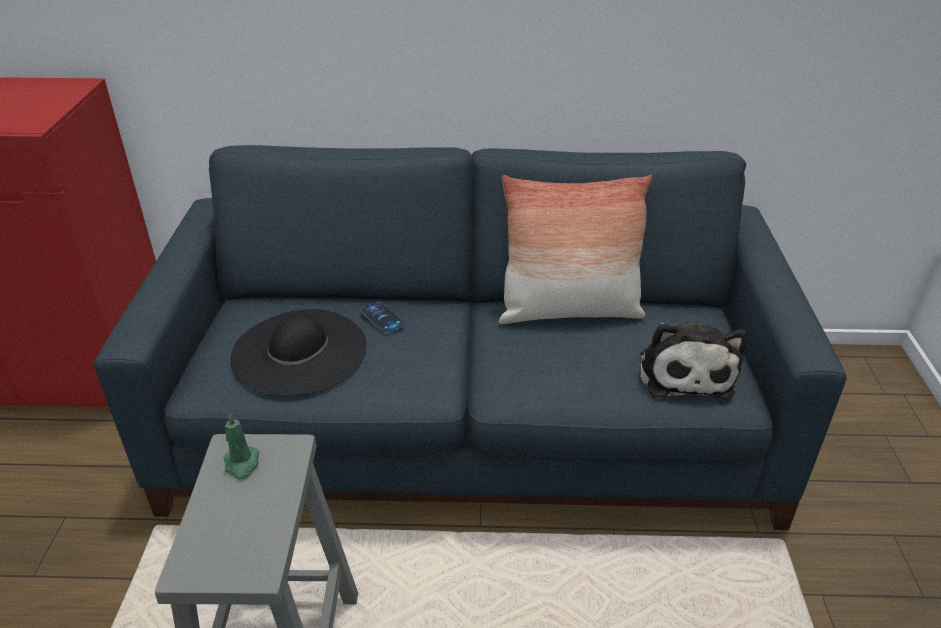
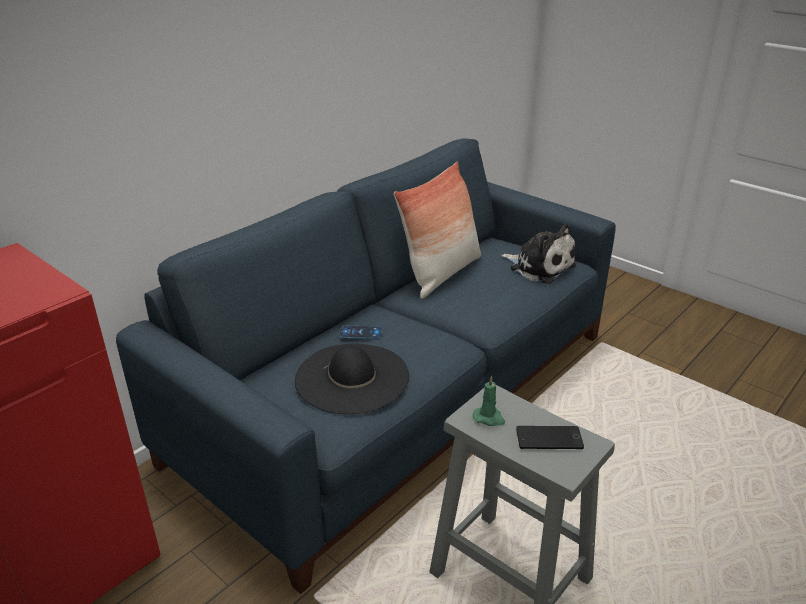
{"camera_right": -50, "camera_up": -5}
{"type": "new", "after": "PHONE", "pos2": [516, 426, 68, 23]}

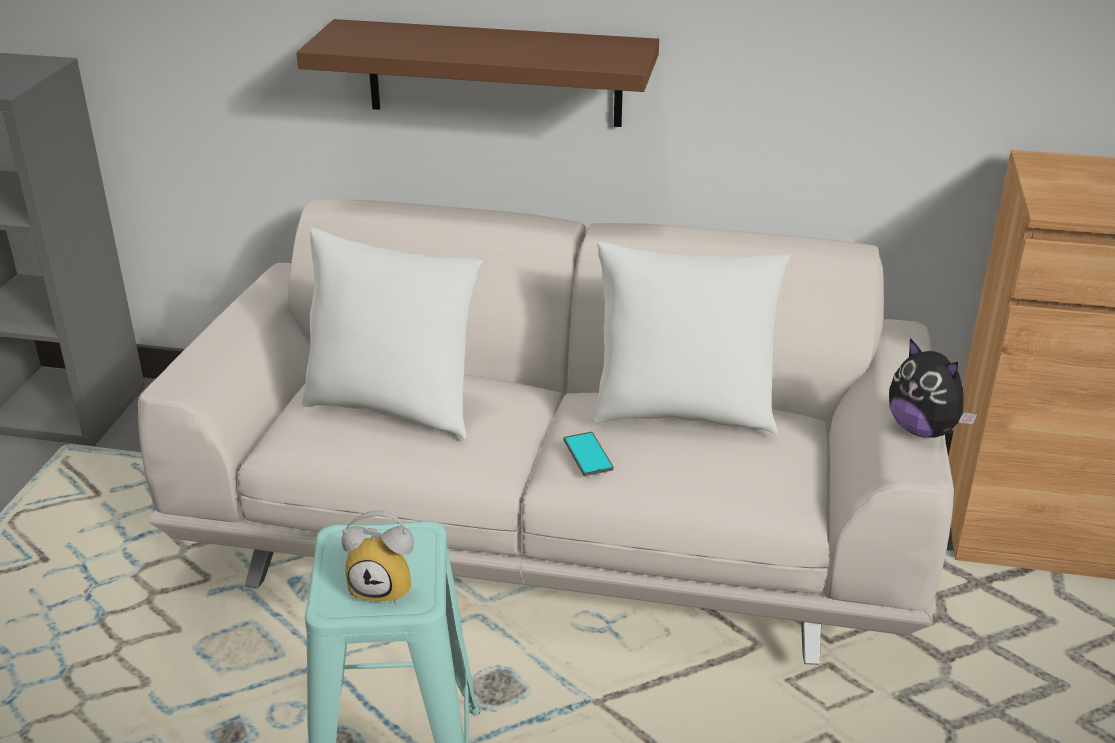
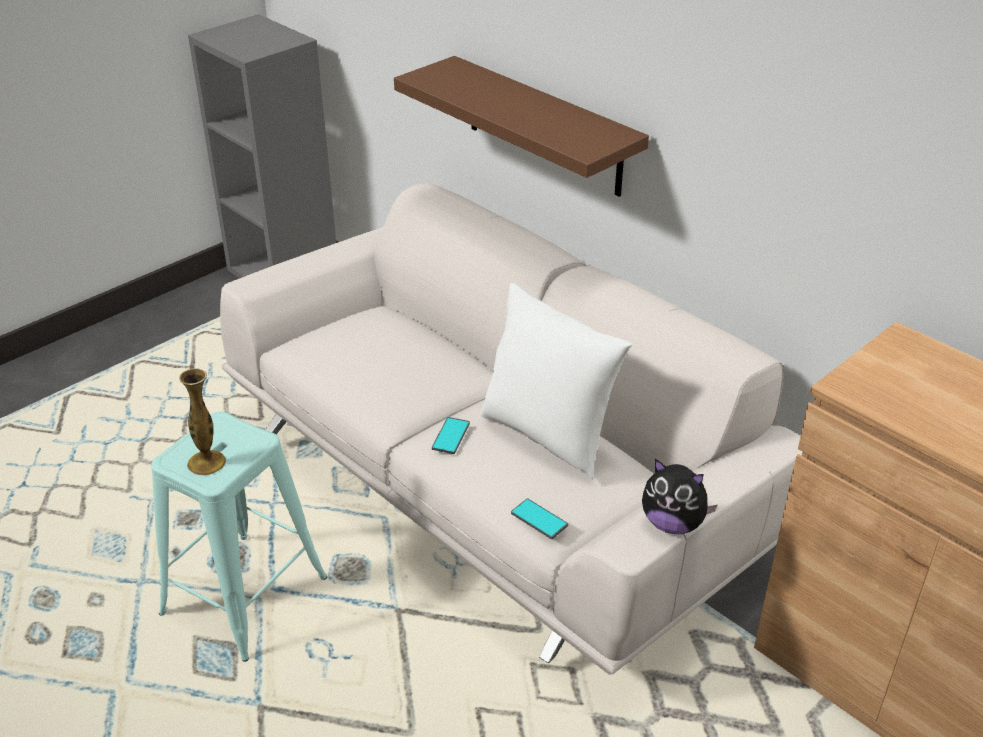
{"camera_right": 35, "camera_up": 5}
{"type": "gone", "before": "WHITE-COLOURED THROW PILLOW", "pos1": [302, 228, 181, 212]}
{"type": "new", "after": "PHONE", "pos2": [511, 498, 57, 41]}
{"type": "swapped", "before": "BEDSIDE CLOCK", "after": "FLOWER VASE", "pos1": [342, 510, 72, 94], "pos2": [179, 368, 47, 107]}
{"type": "rotated", "before": "SOFT TOY", "pos1": [889, 338, 88, 99], "pos2": [642, 459, 76, 75], "turn": -60}

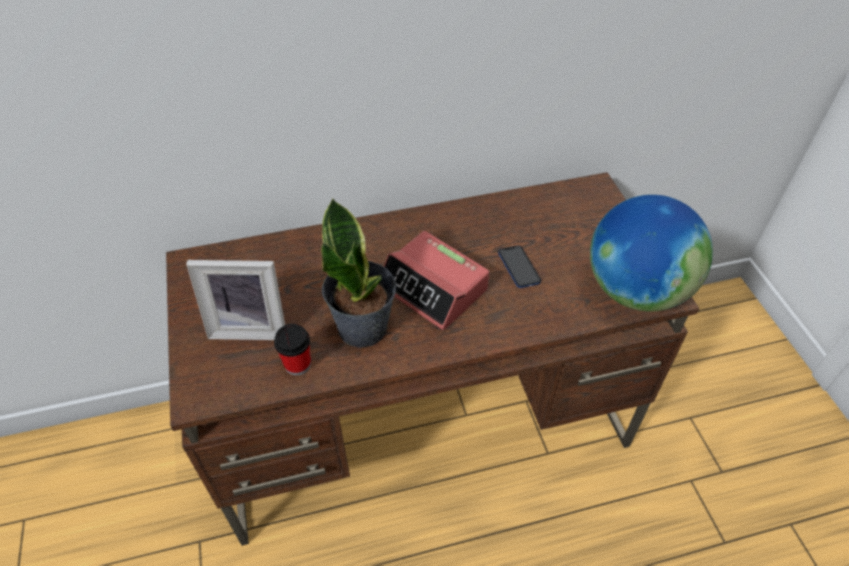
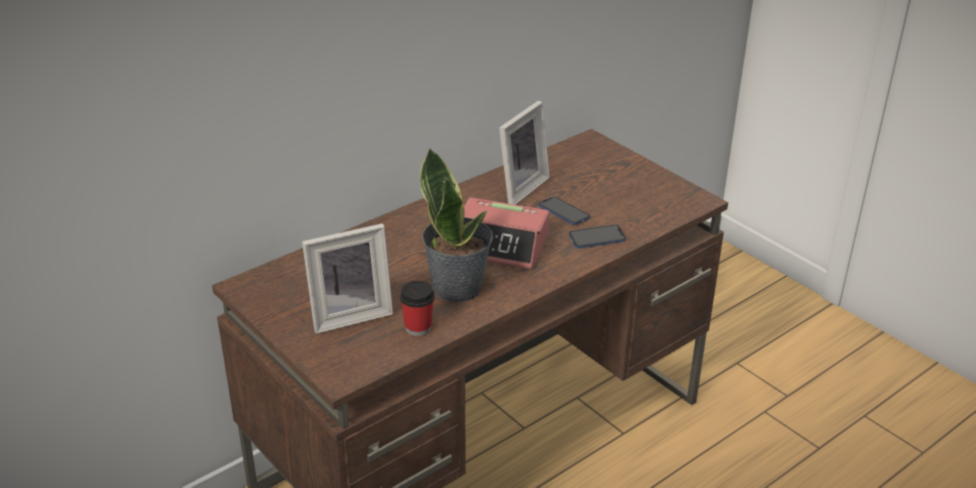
{"camera_right": -25, "camera_up": -15}
{"type": "gone", "before": "GLOBE", "pos1": [590, 195, 123, 117]}
{"type": "new", "after": "PICTURE FRAME", "pos2": [499, 101, 51, 104]}
{"type": "new", "after": "PHONE", "pos2": [569, 224, 57, 24]}

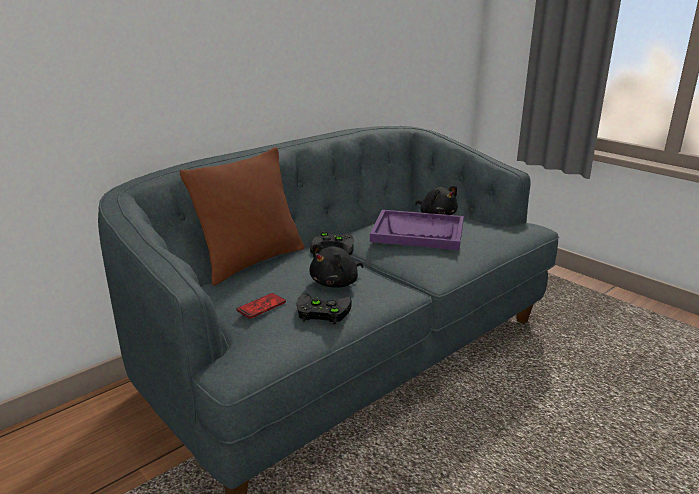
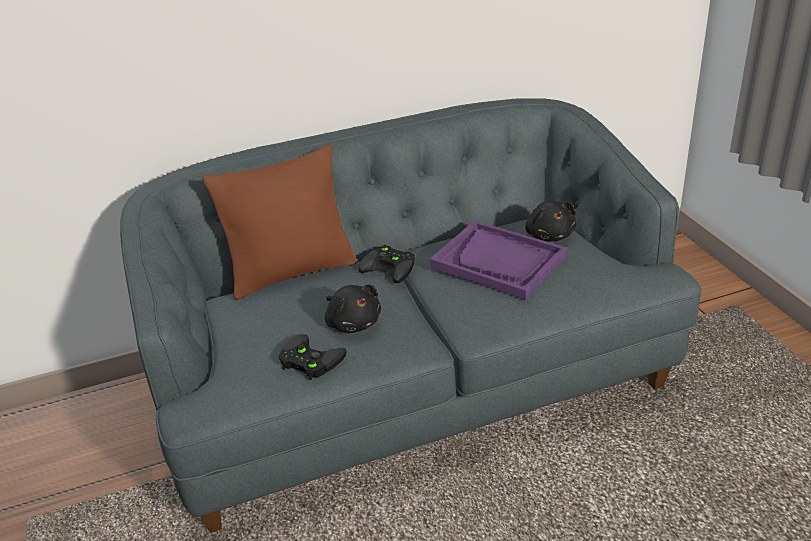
{"camera_right": 25, "camera_up": 10}
{"type": "gone", "before": "PHONE", "pos1": [236, 293, 50, 25]}
{"type": "rotated", "before": "BLACK-COLOURED SOFT TOY", "pos1": [309, 244, 54, 44], "pos2": [325, 285, 56, 48], "turn": -105}

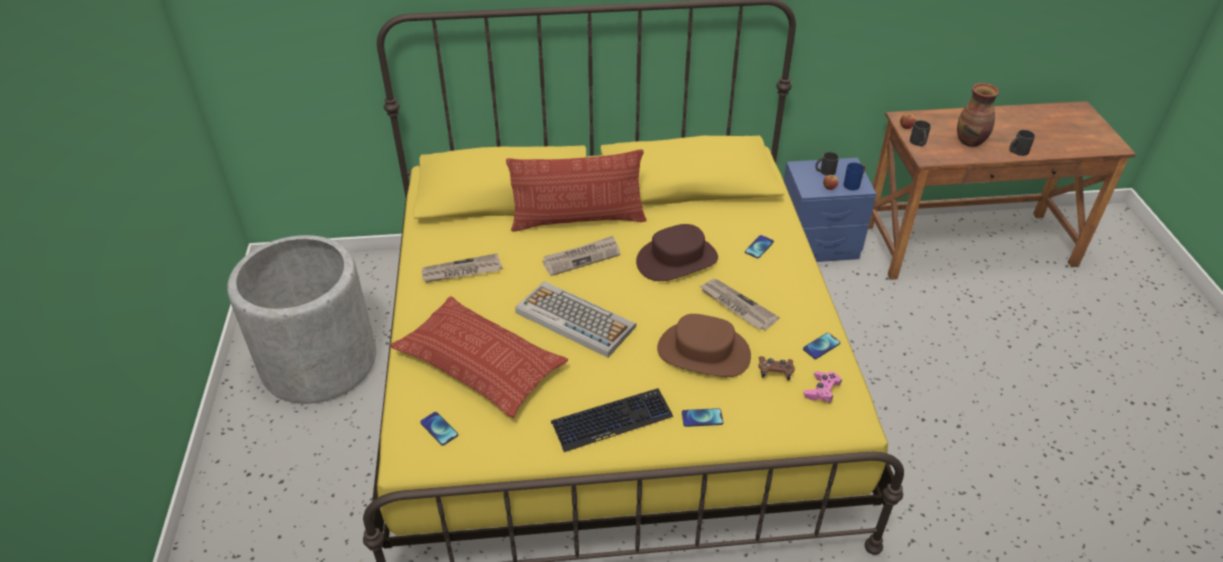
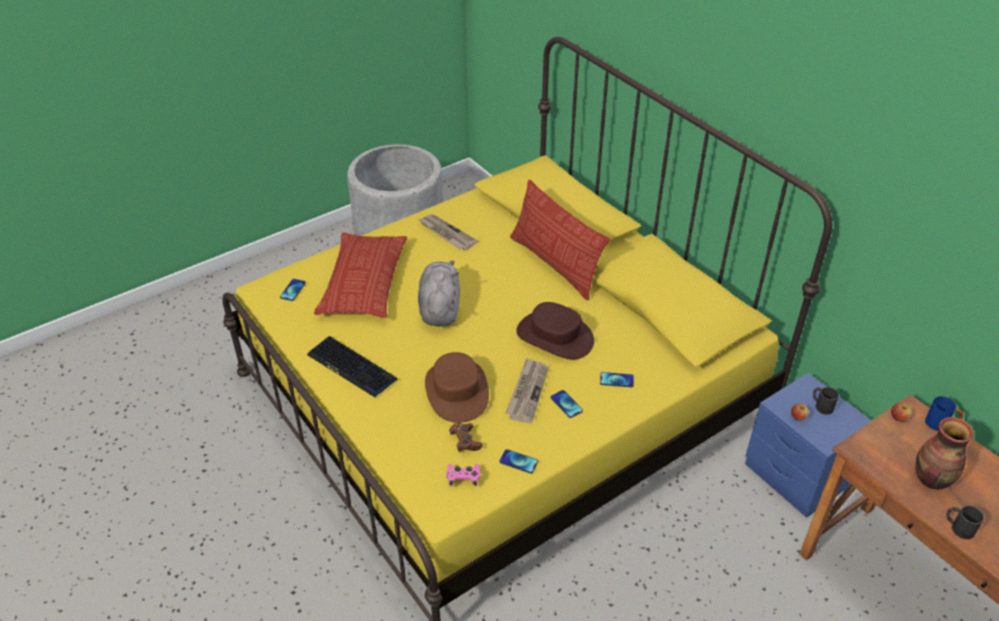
{"camera_right": 60, "camera_up": 0}
{"type": "gone", "before": "DAILY PAPER", "pos1": [542, 236, 78, 40]}
{"type": "gone", "before": "BLACK-COLOURED TEA MUG", "pos1": [910, 120, 21, 26]}
{"type": "shifted", "before": "PHONE", "pos1": [682, 408, 41, 19], "pos2": [551, 390, 32, 28]}
{"type": "shifted", "before": "BLUE TEA MUG", "pos1": [843, 163, 22, 27], "pos2": [925, 396, 38, 35]}
{"type": "swapped", "before": "KEYBOARD", "after": "GREYISH SOFT TOY", "pos1": [515, 281, 121, 77], "pos2": [418, 261, 42, 66]}

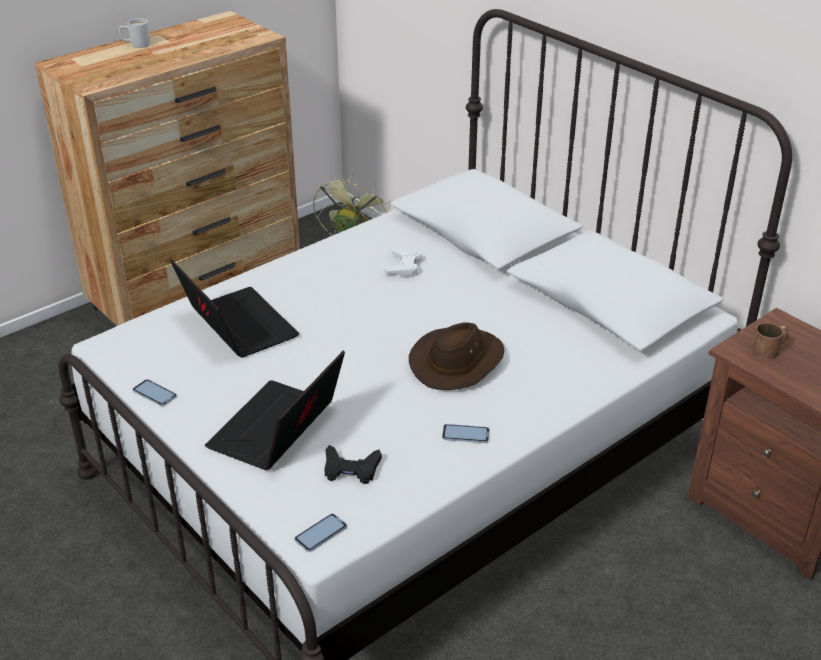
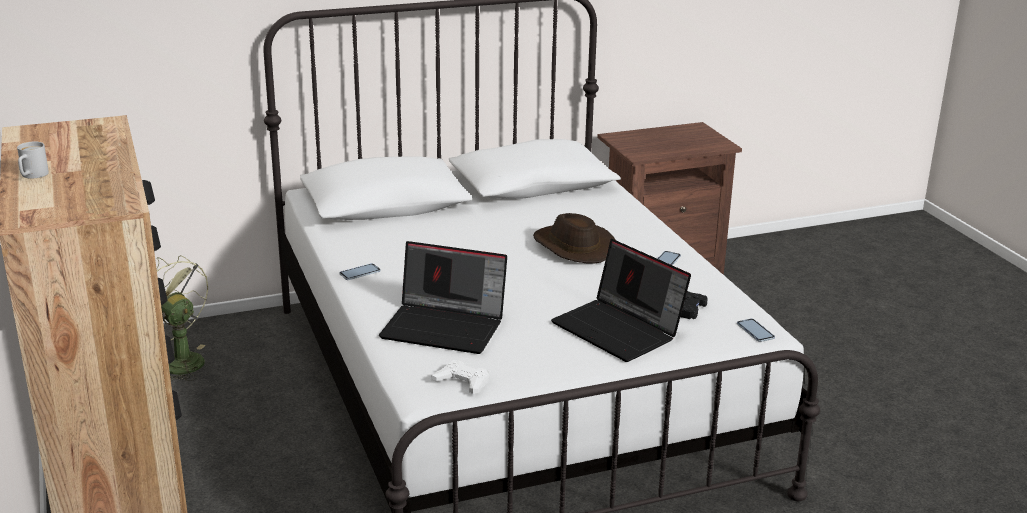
{"camera_right": -70, "camera_up": -10}
{"type": "gone", "before": "BROWNISH TEA MUG", "pos1": [751, 323, 39, 37]}
{"type": "shifted", "before": "PHONE", "pos1": [133, 379, 44, 27], "pos2": [340, 263, 41, 17]}
{"type": "shifted", "before": "WHITE-COLOURED JOYPAD", "pos1": [384, 247, 38, 30], "pos2": [432, 360, 57, 34]}
{"type": "rotated", "before": "NOTEBOOK COMPUTER", "pos1": [170, 259, 129, 99], "pos2": [379, 241, 128, 113], "turn": -150}

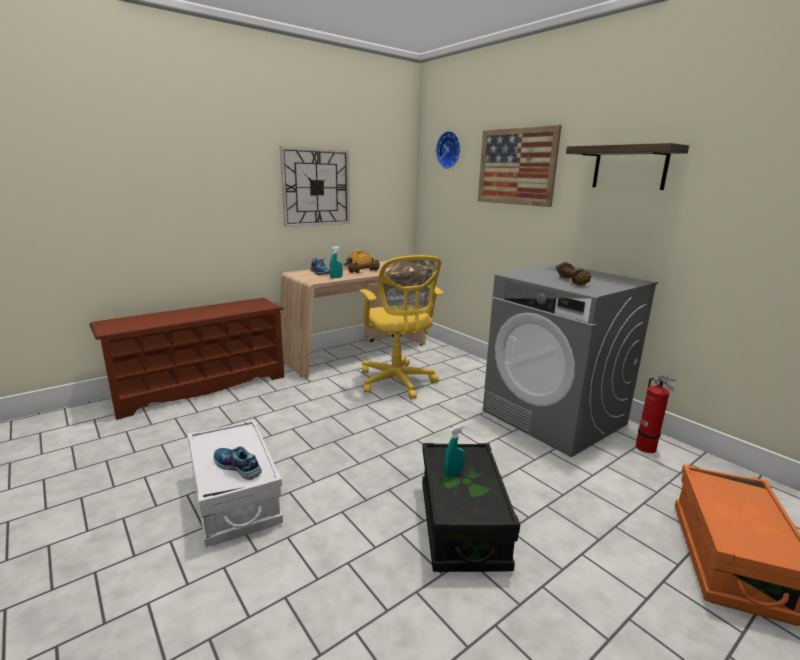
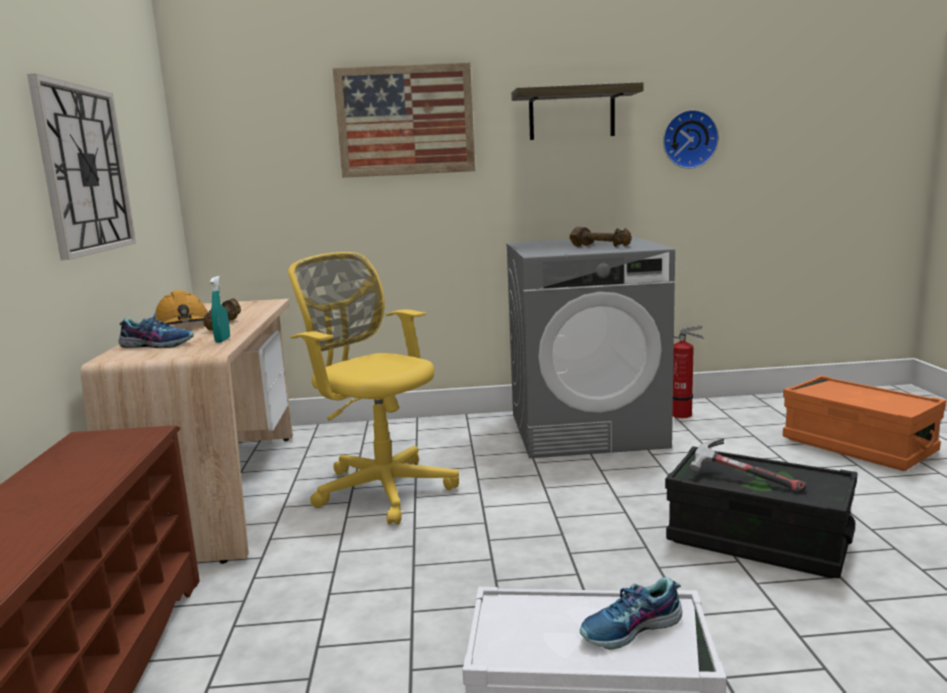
{"camera_right": -55, "camera_up": -5}
{"type": "shifted", "before": "CLOCK ON THE WALL", "pos1": [436, 131, 24, 38], "pos2": [663, 110, 56, 59]}
{"type": "swapped", "before": "TURQUOISE-COLOURED SPRAY BOTTLE", "after": "TOOL HAMMER", "pos1": [444, 425, 21, 52], "pos2": [690, 439, 116, 54]}
{"type": "rotated", "before": "YELLOW COMPUTER CHAIR", "pos1": [360, 255, 84, 144], "pos2": [288, 252, 171, 273], "turn": -150}

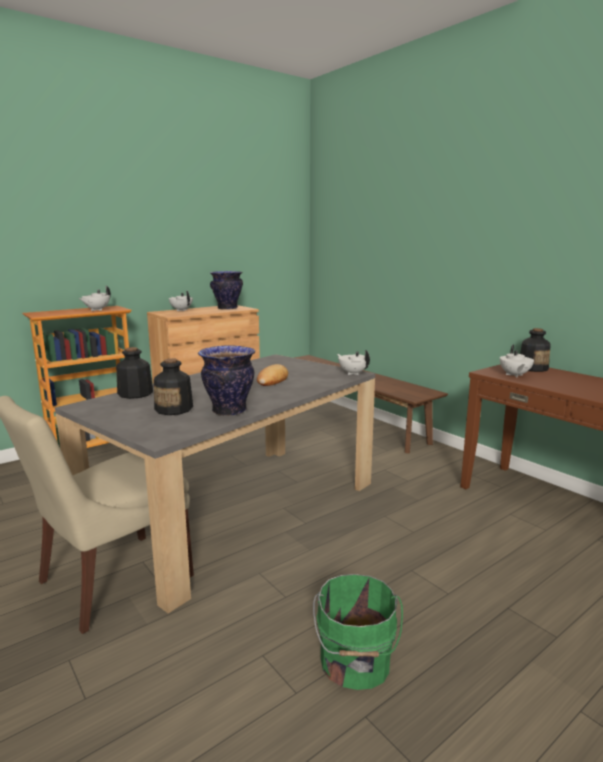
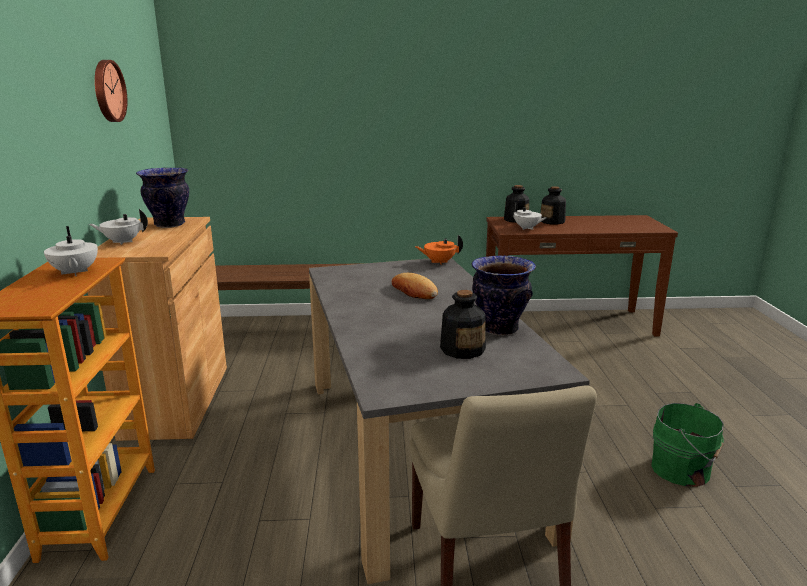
{"camera_right": -55, "camera_up": 5}
{"type": "new", "after": "CLOCK ON THE WALL", "pos2": [95, 60, 32, 62]}
{"type": "shifted", "before": "BOTTLE", "pos1": [116, 347, 37, 52], "pos2": [540, 186, 26, 39]}
{"type": "repainted", "before": "WHITE-COLOURED TEAPOT", "after": "ORANGE-COLOURED TEAPOT", "pos1": [337, 350, 33, 25], "pos2": [415, 235, 48, 29]}

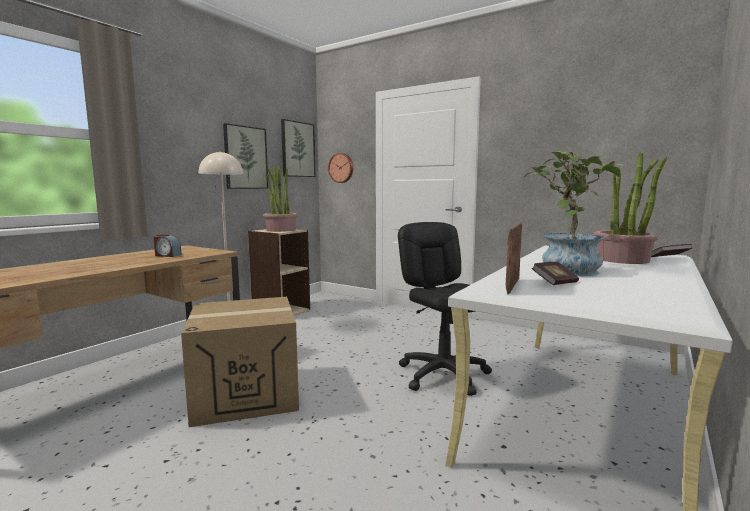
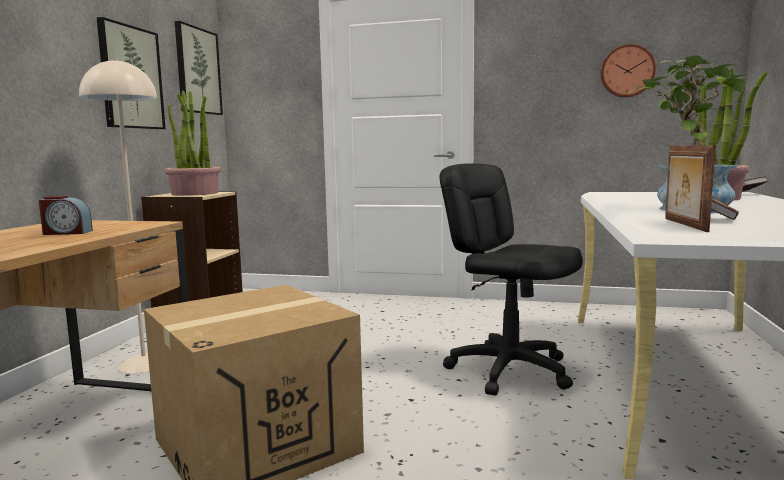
{"camera_right": -20, "camera_up": 0}
{"type": "shifted", "before": "CLOCK ON THE WALL", "pos1": [328, 153, 25, 30], "pos2": [600, 44, 56, 54]}

